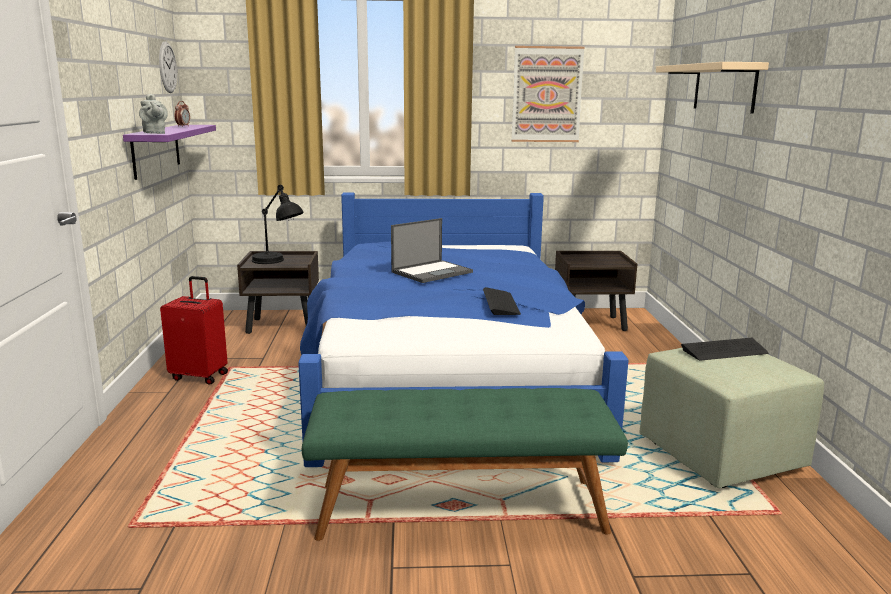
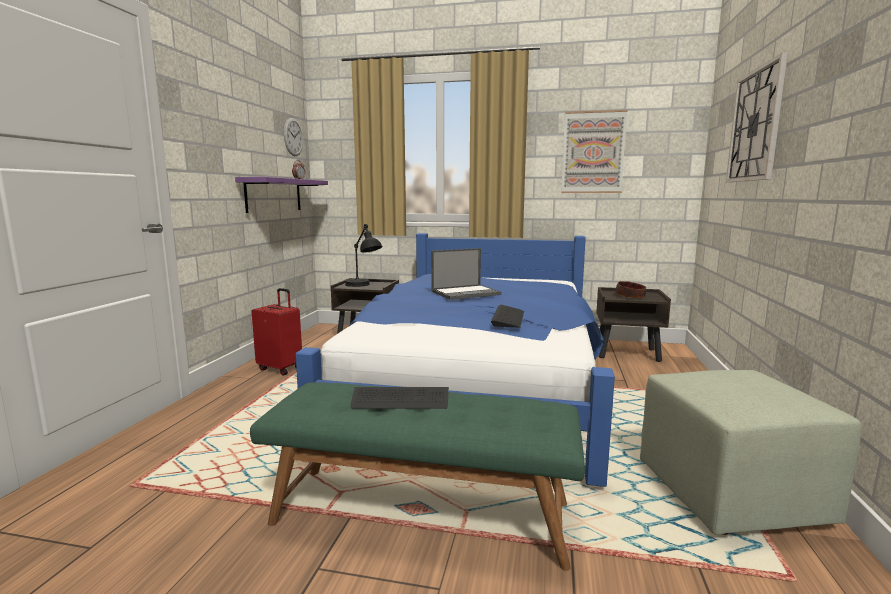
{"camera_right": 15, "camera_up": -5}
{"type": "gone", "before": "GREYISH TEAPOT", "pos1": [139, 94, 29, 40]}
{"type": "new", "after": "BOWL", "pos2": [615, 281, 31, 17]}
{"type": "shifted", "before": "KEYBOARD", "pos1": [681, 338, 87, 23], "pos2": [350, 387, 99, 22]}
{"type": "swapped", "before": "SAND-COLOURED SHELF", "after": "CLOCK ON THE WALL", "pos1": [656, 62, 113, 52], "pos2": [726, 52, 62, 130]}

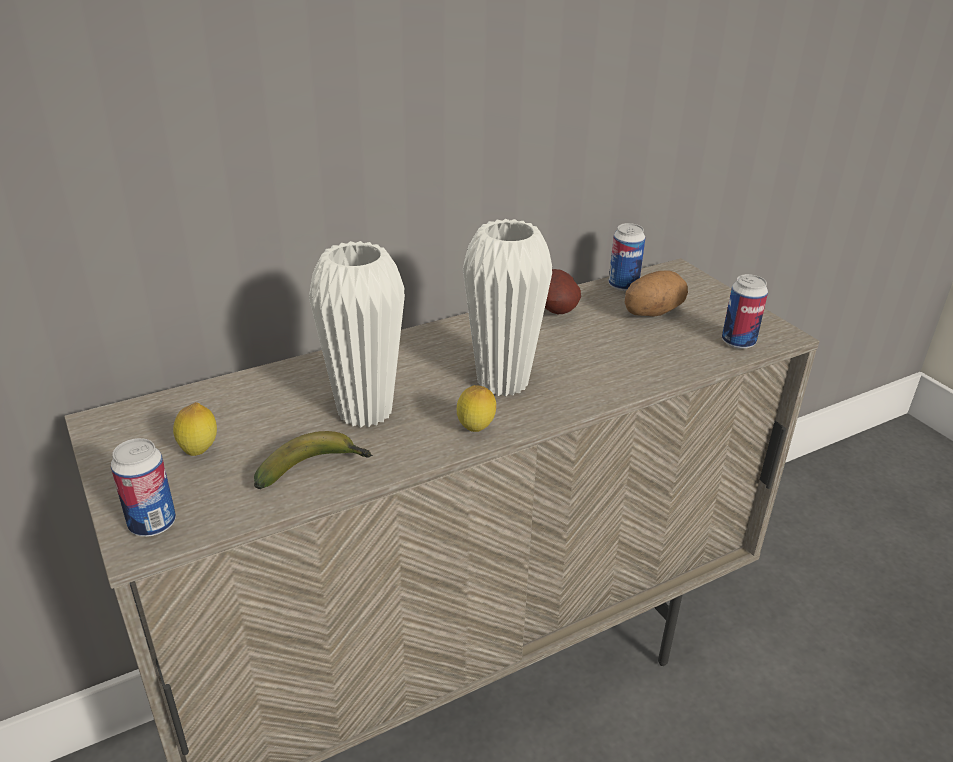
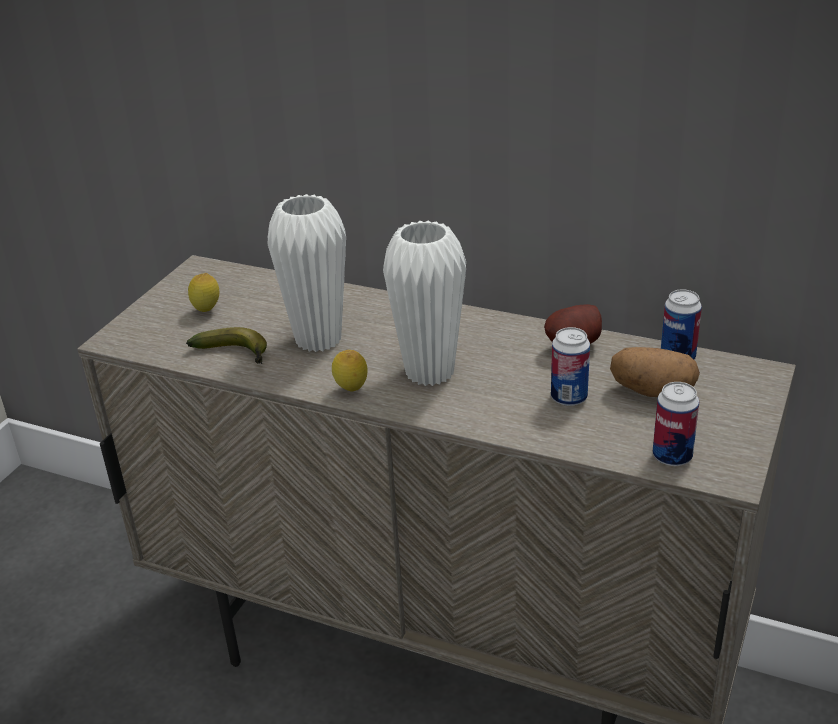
{"camera_right": 55, "camera_up": 0}
{"type": "shifted", "before": "CAN", "pos1": [111, 438, 65, 99], "pos2": [551, 327, 39, 79]}

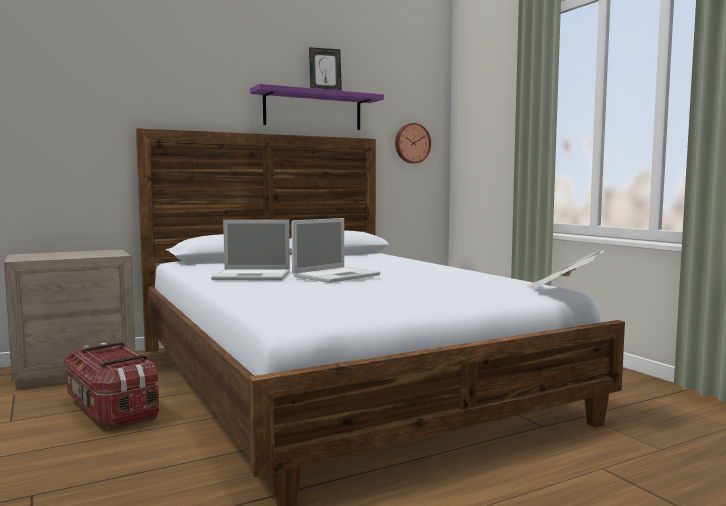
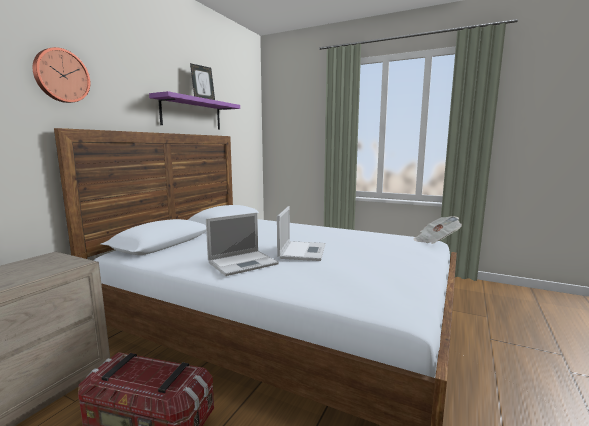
{"camera_right": -35, "camera_up": 5}
{"type": "shifted", "before": "CLOCK ON THE WALL", "pos1": [395, 123, 36, 41], "pos2": [33, 47, 57, 56]}

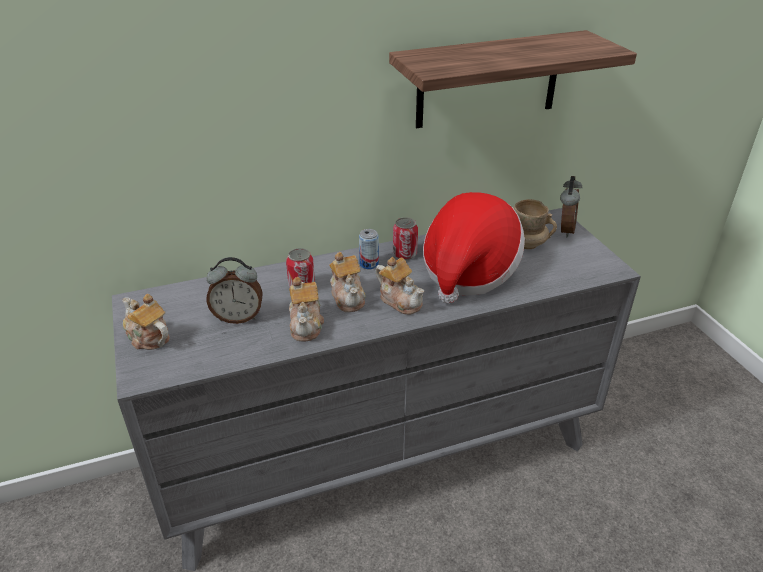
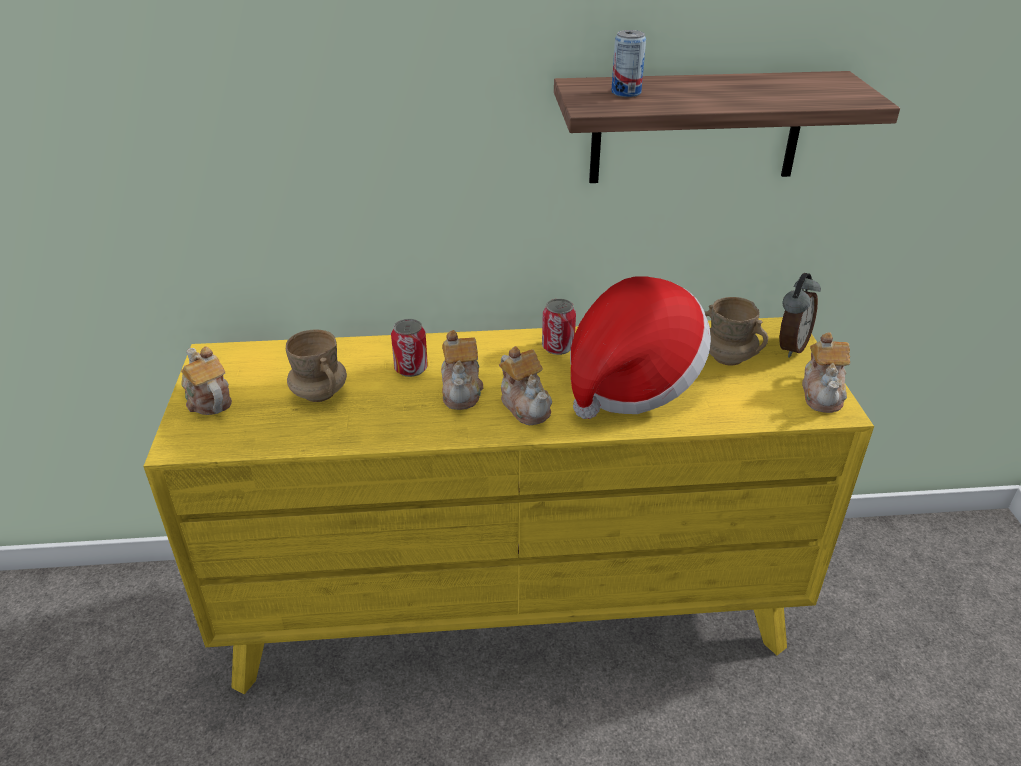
{"camera_right": 15, "camera_up": 0}
{"type": "shifted", "before": "TEAPOT", "pos1": [289, 277, 35, 64], "pos2": [802, 332, 48, 81]}
{"type": "shifted", "before": "CAN", "pos1": [359, 229, 20, 40], "pos2": [611, 30, 35, 67]}
{"type": "swapped", "before": "BEDSIDE CLOCK", "after": "SAND-COLOURED TEA MUG", "pos1": [207, 257, 56, 67], "pos2": [286, 330, 61, 72]}
{"type": "repainted", "before": "GREYISH DRESSER", "after": "YELLOW DRESSER", "pos1": [112, 208, 529, 363], "pos2": [143, 317, 731, 377]}

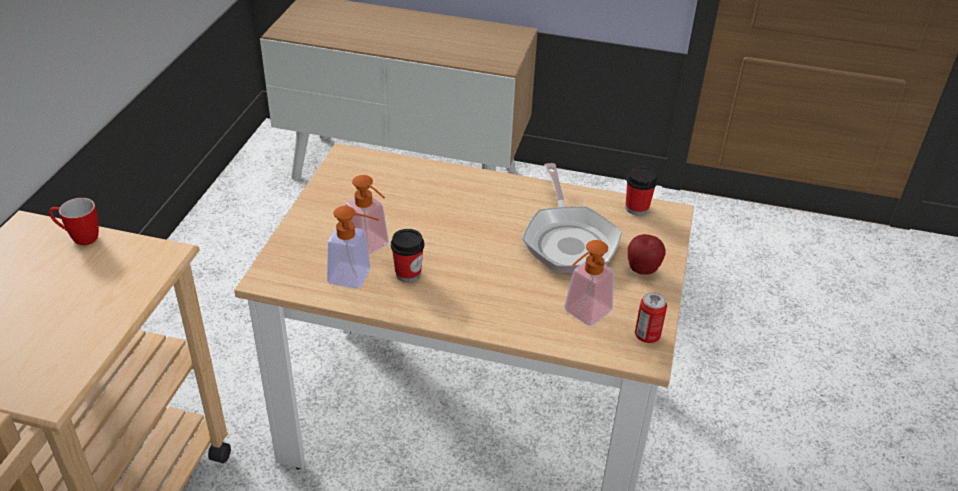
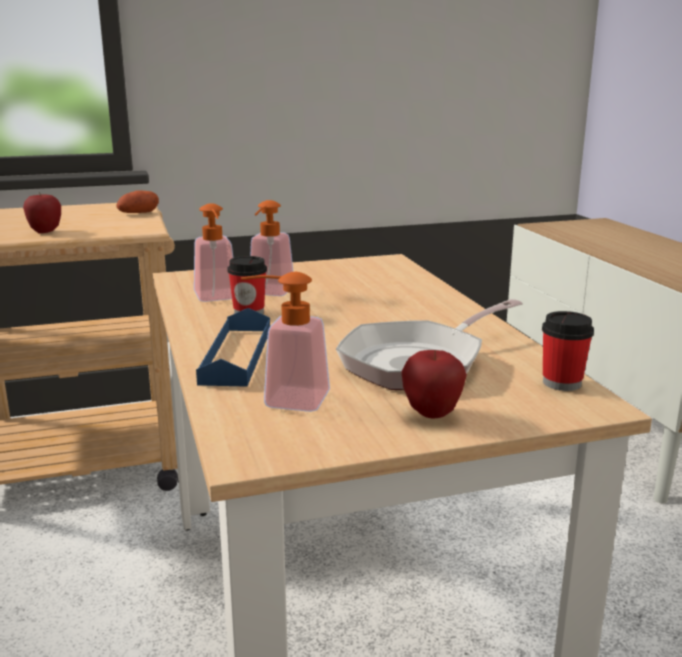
{"camera_right": 60, "camera_up": -20}
{"type": "gone", "before": "CAN", "pos1": [635, 293, 32, 50]}
{"type": "new", "after": "WHOLE APPLE", "pos2": [23, 193, 38, 40]}
{"type": "new", "after": "BLUE CARRYING TRAY", "pos2": [196, 308, 74, 79]}
{"type": "swapped", "before": "TEA MUG", "after": "WHOLE POTATO", "pos1": [49, 198, 50, 47], "pos2": [116, 190, 43, 23]}

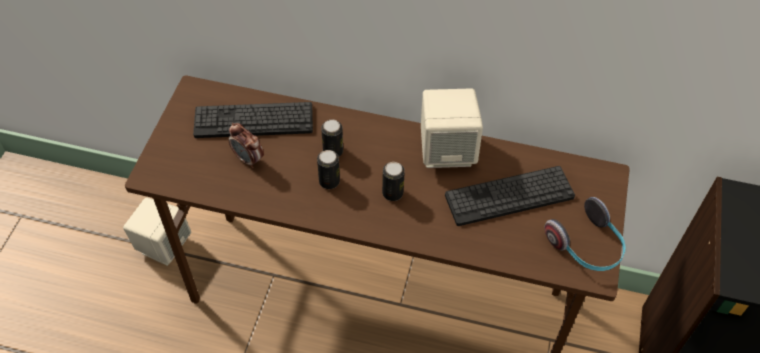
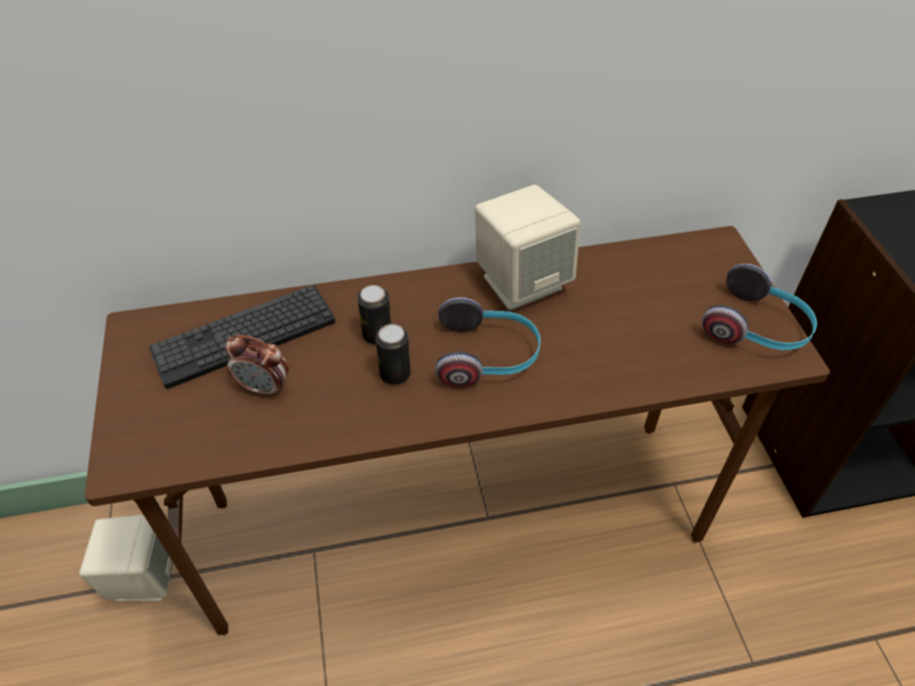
{"camera_right": -25, "camera_up": -5}
{"type": "gone", "before": "KEYBOARD", "pos1": [445, 166, 130, 60]}
{"type": "swapped", "before": "CAN", "after": "PAIR OF HEADPHONES", "pos1": [382, 162, 23, 39], "pos2": [435, 297, 106, 90]}

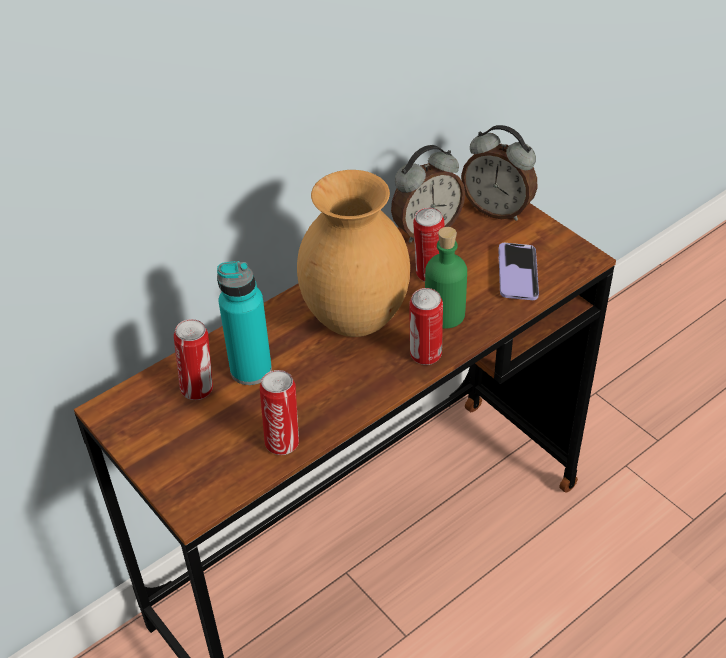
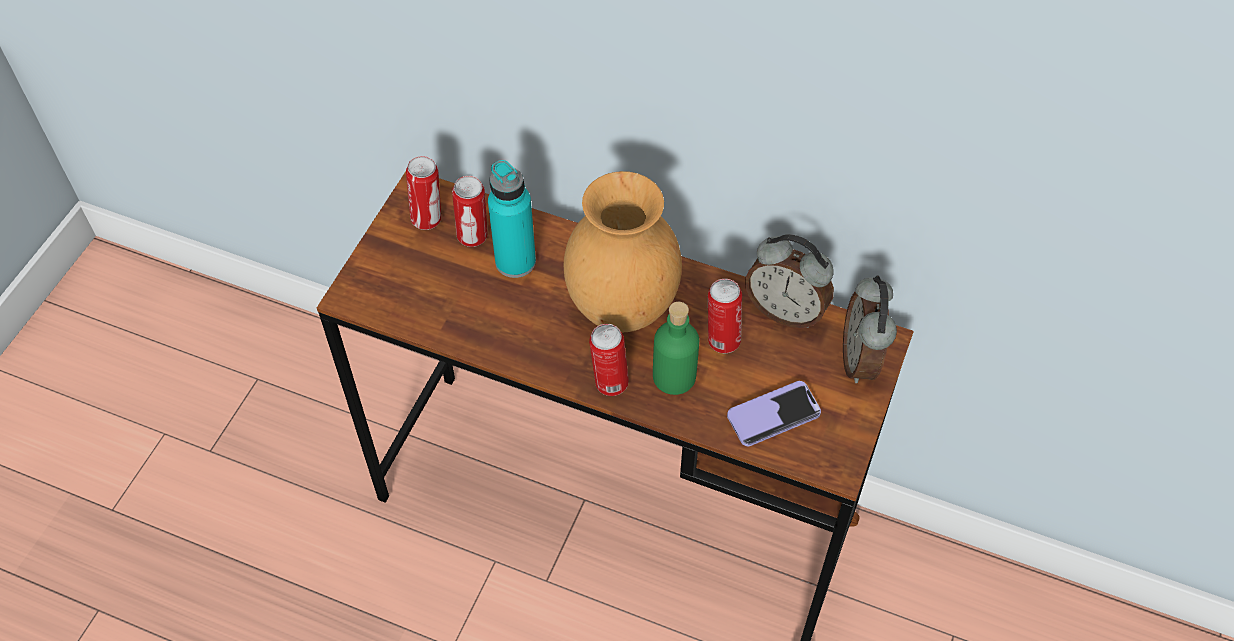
{"camera_right": 60, "camera_up": 10}
{"type": "shifted", "before": "CAN", "pos1": [260, 370, 39, 85], "pos2": [406, 156, 35, 74]}

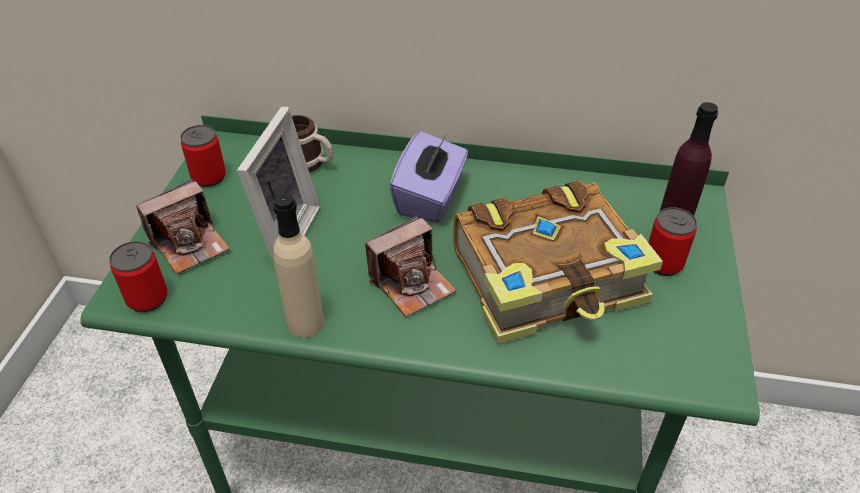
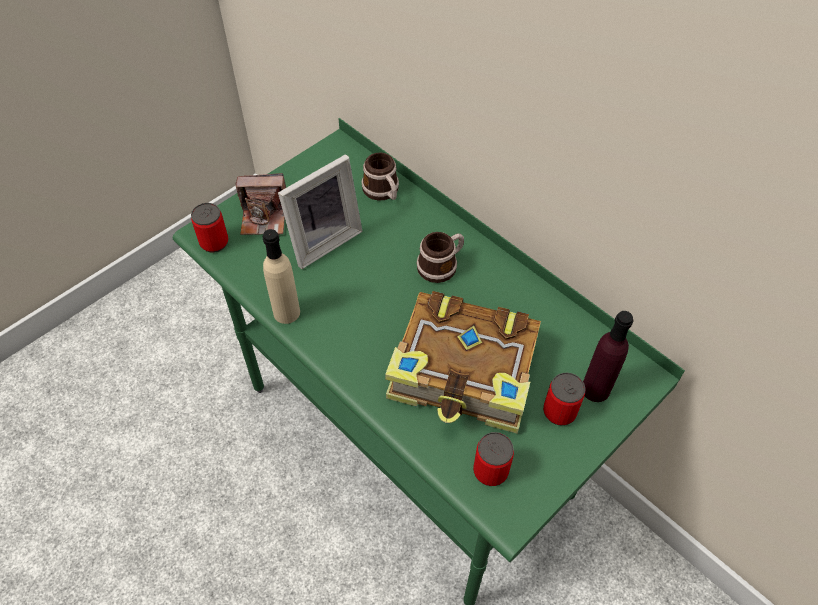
{"camera_right": 35, "camera_up": 10}
{"type": "gone", "before": "STILL CAMERA", "pos1": [365, 215, 92, 102]}
{"type": "shifted", "before": "CAN", "pos1": [180, 125, 46, 62], "pos2": [473, 432, 41, 54]}
{"type": "swapped", "before": "PURPLISH TISSUE BOX", "after": "TEA MUG", "pos1": [389, 131, 79, 92], "pos2": [416, 232, 48, 51]}

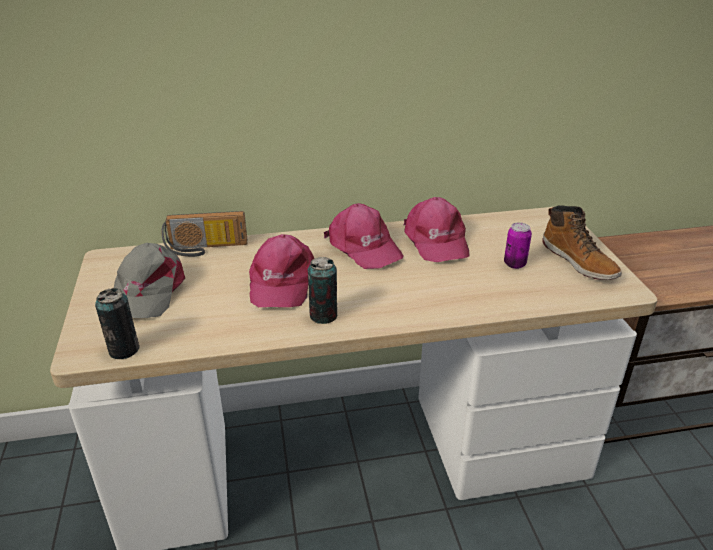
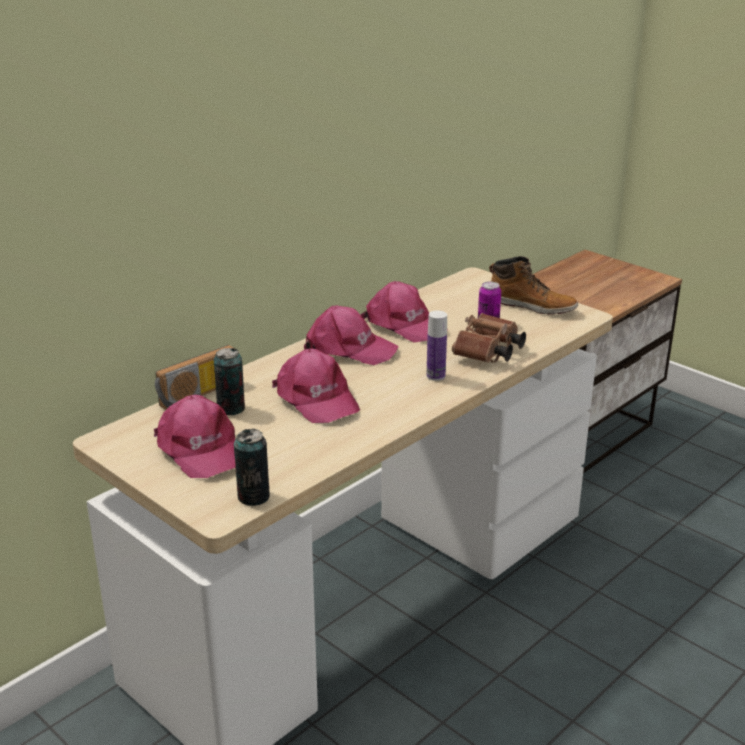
{"camera_right": -35, "camera_up": -5}
{"type": "new", "after": "BOTTLE", "pos2": [427, 310, 20, 71]}
{"type": "new", "after": "BROWNISH FIELD GLASSES", "pos2": [452, 313, 74, 50]}
{"type": "shifted", "before": "CAN", "pos1": [307, 257, 30, 67], "pos2": [214, 348, 31, 67]}
{"type": "repainted", "before": "GREYISH PEAKED CAP", "after": "PINK PEAKED CAP", "pos1": [114, 243, 71, 75], "pos2": [154, 395, 81, 83]}

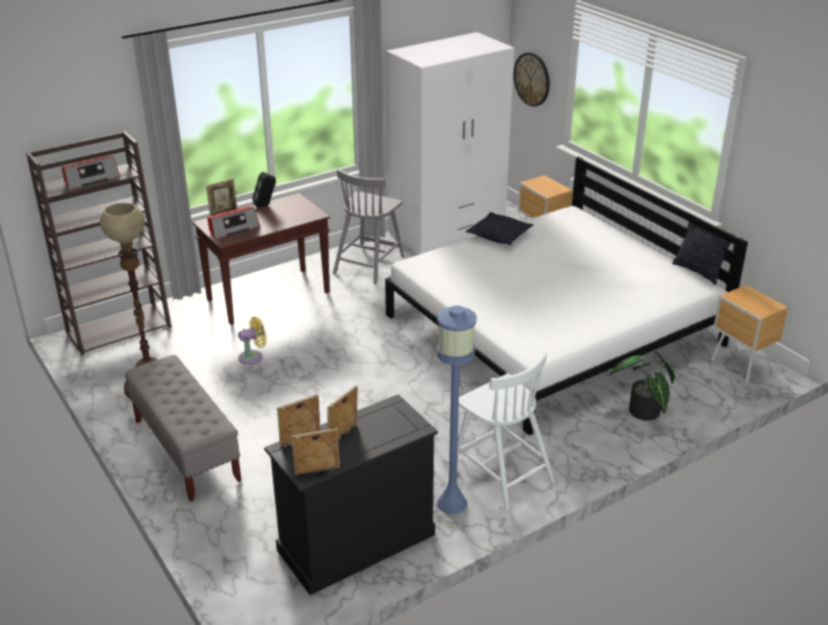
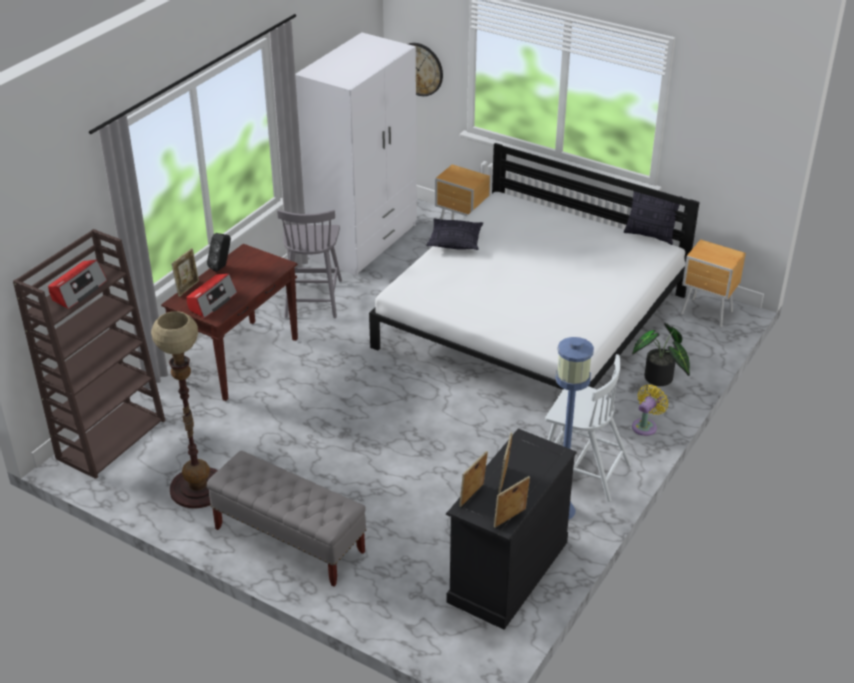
{"camera_right": -25, "camera_up": 5}
{"type": "shifted", "before": "YELLOW FAN", "pos1": [238, 316, 29, 49], "pos2": [632, 385, 36, 51]}

